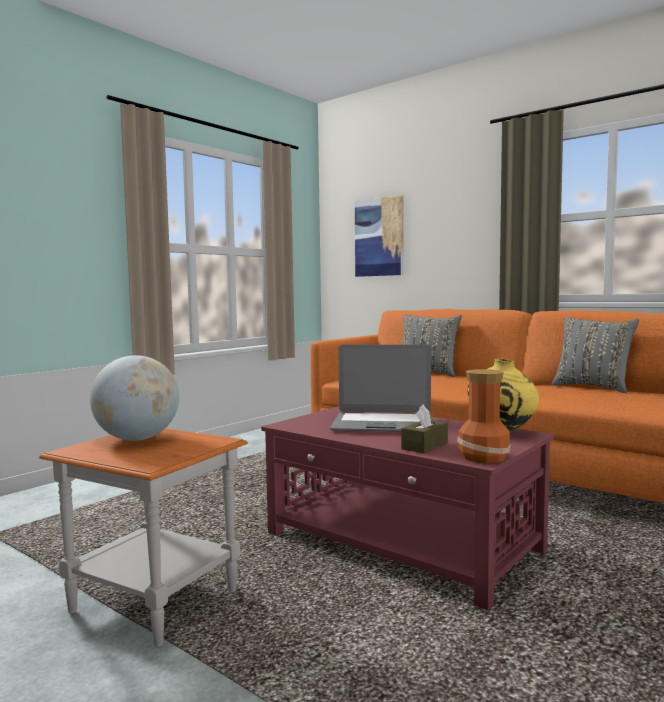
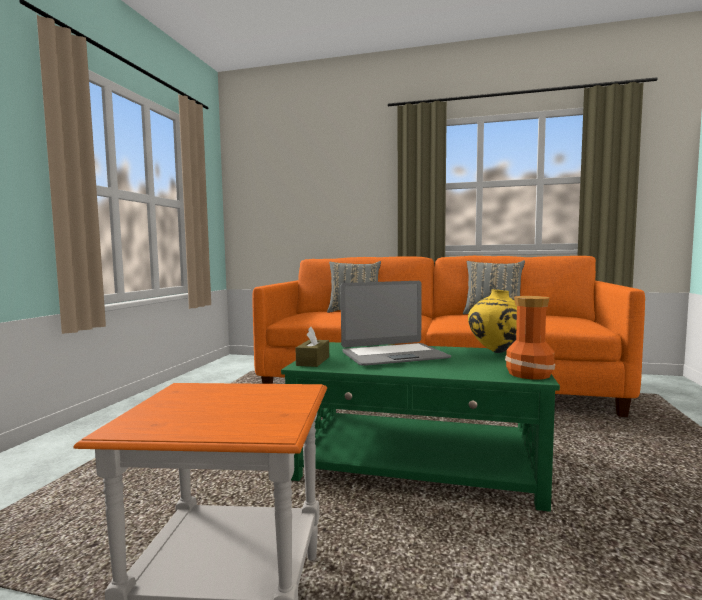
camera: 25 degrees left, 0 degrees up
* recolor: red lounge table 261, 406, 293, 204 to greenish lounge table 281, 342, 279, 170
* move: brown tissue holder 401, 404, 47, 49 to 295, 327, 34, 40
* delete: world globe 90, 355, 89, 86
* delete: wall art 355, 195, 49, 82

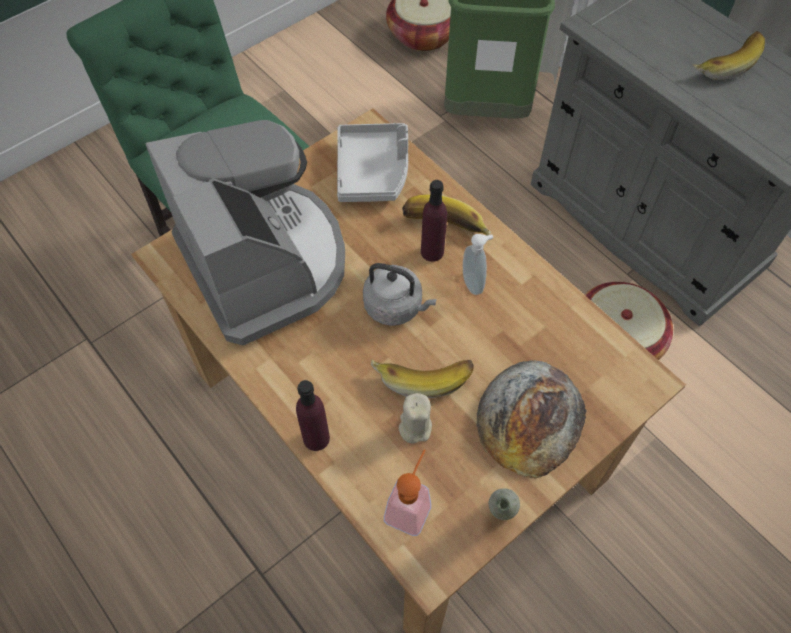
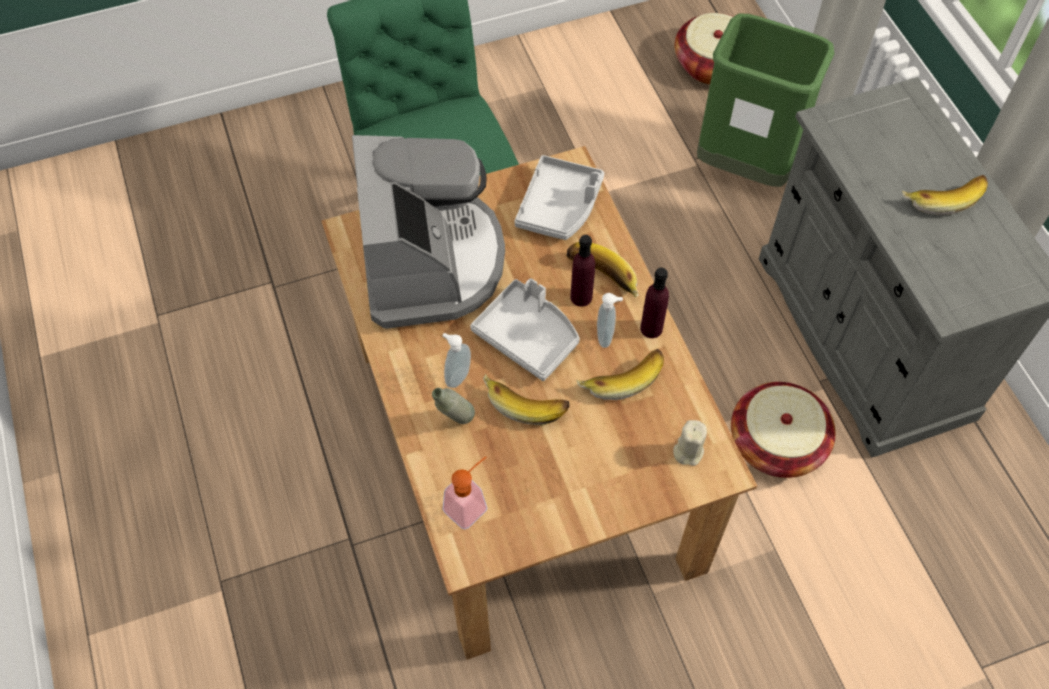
camera: 20 degrees right, 0 degrees up
* move: gray bottle 489, 488, 31, 32 to 432, 388, 43, 36
* insert: soap dispenser 443, 333, 28, 55
* replace: gray tea kettle 363, 263, 73, 63 to gray serving tray 470, 278, 110, 103
* insert: banana fruit 576, 349, 88, 51
* move: purplish bottle 296, 380, 34, 71 to 640, 268, 29, 70
* move: beige candle 399, 393, 33, 50 to 673, 420, 34, 46
* delete: baked bread 477, 360, 110, 119

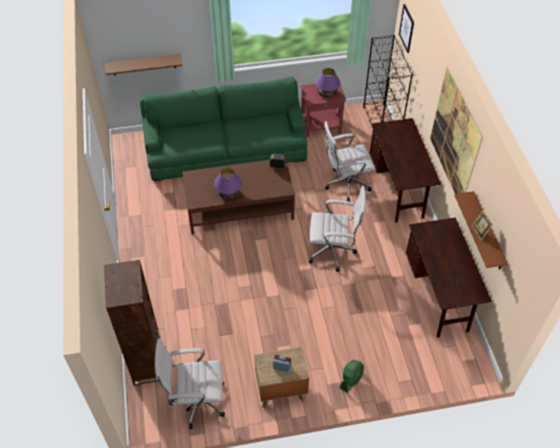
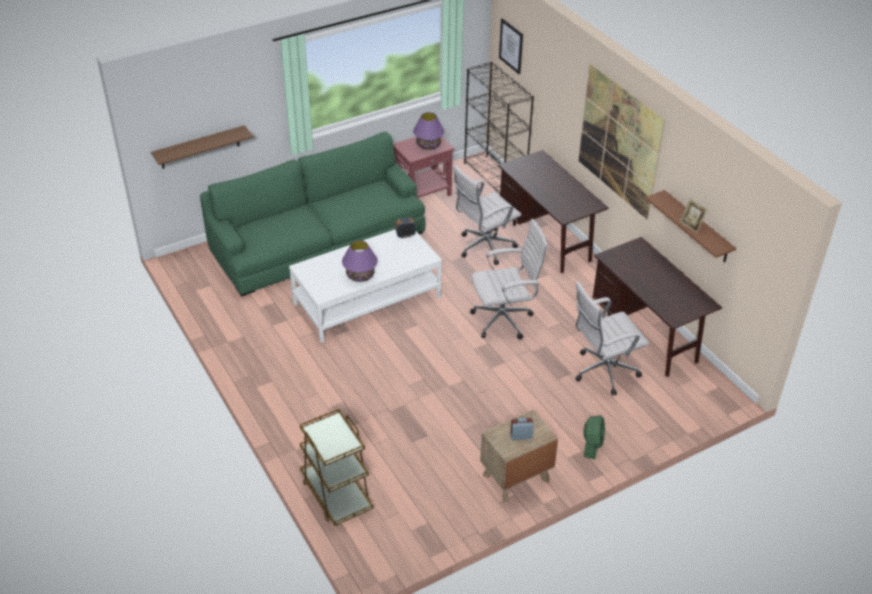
camera: 20 degrees left, 10 degrees down
* recolor: brown lounge table 182, 158, 113, 76 to white-coloured lounge table 289, 229, 153, 114
* replace: brown bookshelf 104, 260, 57, 125 to brown trolley 300, 409, 73, 117
* move: white-coloured computer chair 155, 338, 70, 91 to 575, 281, 74, 115

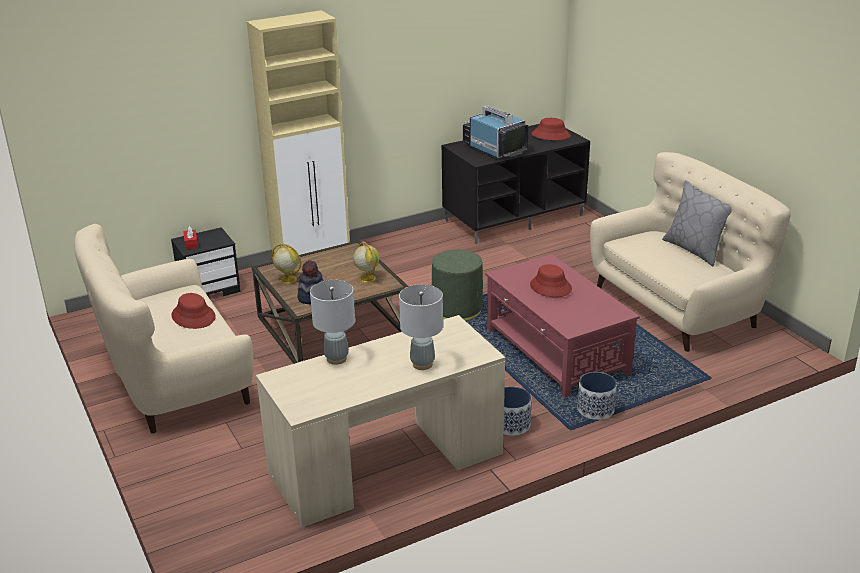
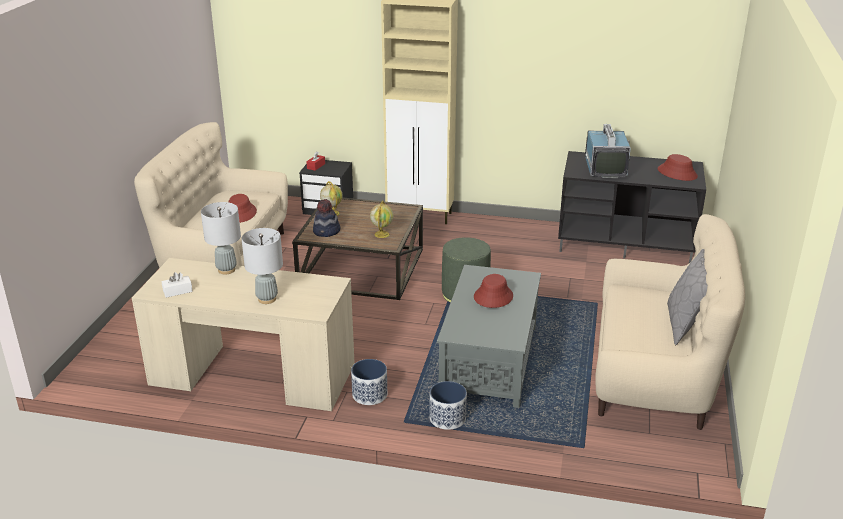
camera: 40 degrees right, 0 degrees up
* insert: white-coloured tissue holder 162, 272, 31, 26
* recolor: red lounge table 485, 254, 155, 143 to gray lounge table 437, 265, 104, 143

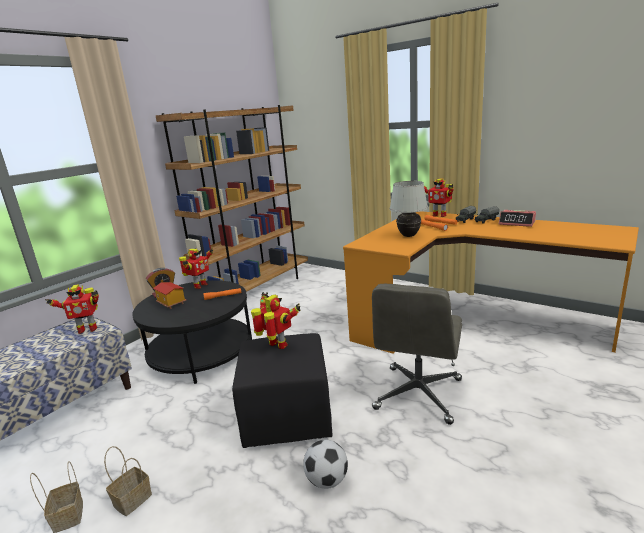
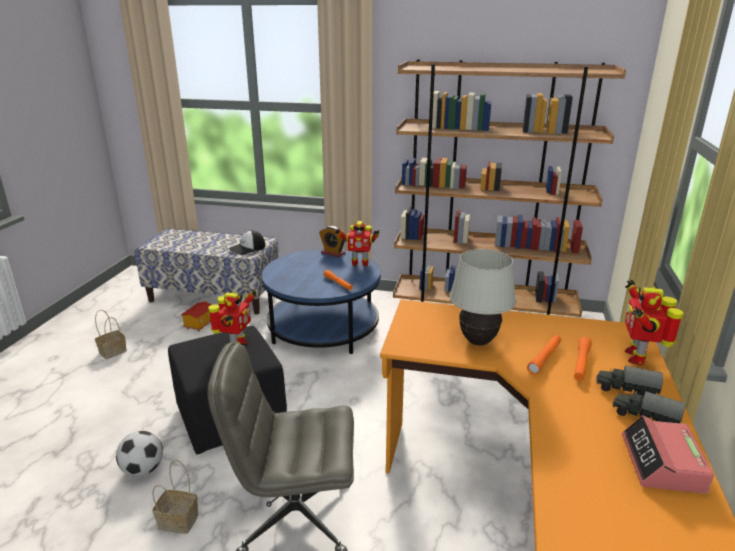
camera: 65 degrees right, 5 degrees up
* move: basket 104, 446, 48, 70 to 152, 460, 47, 74
* move: toy house 153, 282, 33, 27 to 181, 301, 31, 31
* replace: toy robot 45, 285, 54, 49 to peaked cap 229, 230, 36, 25
* recolor: black-coloured lounge table 132, 280, 120, 104 to blue-coloured lounge table 261, 249, 120, 105

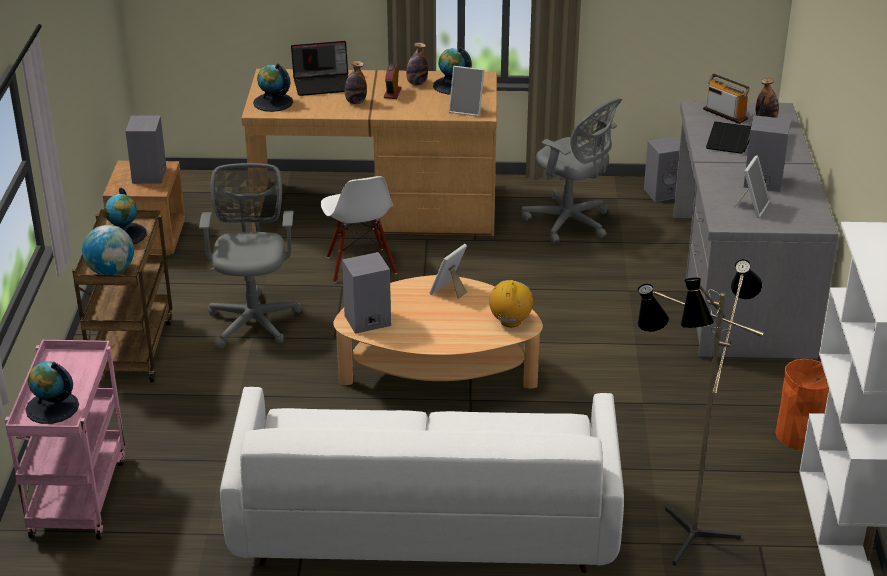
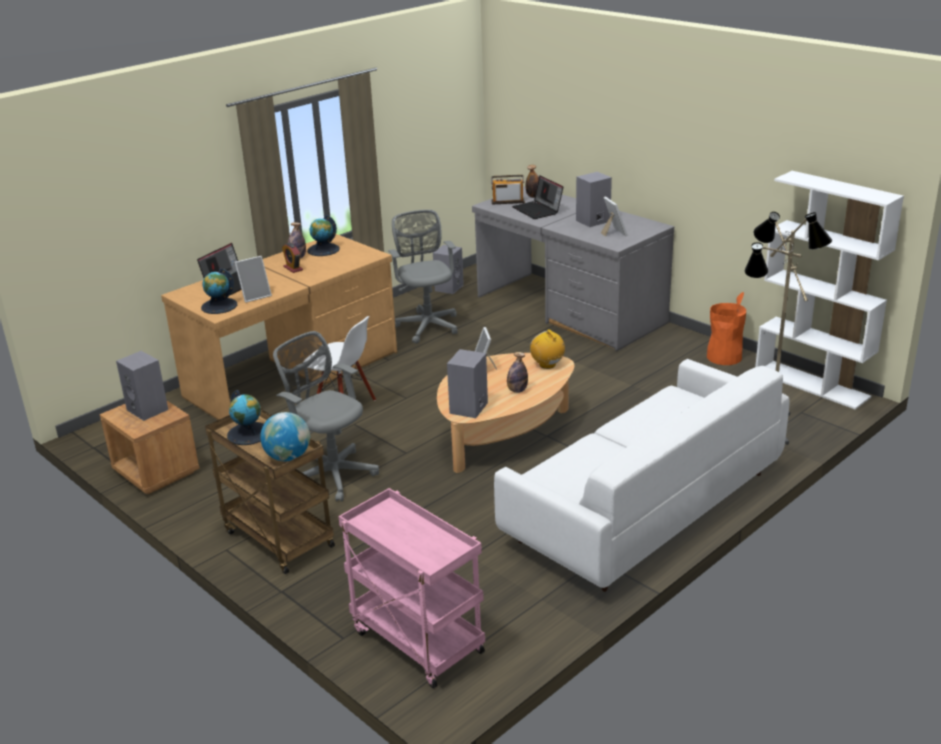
camera: 45 degrees left, 5 degrees down
* move: picture frame 449, 66, 35, 51 to 235, 256, 37, 47
* rotate: gray computer chair 522, 98, 100, 145 = 388, 210, 70, 134 105 degrees counterclockwise
* move: bottle 345, 61, 22, 43 to 507, 352, 21, 41
* delete: world globe 25, 362, 54, 62

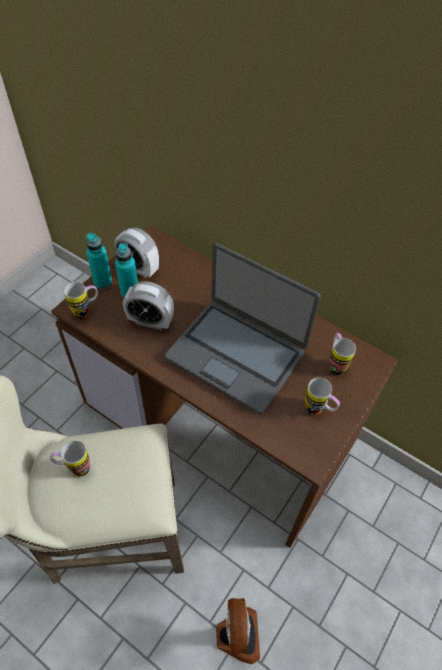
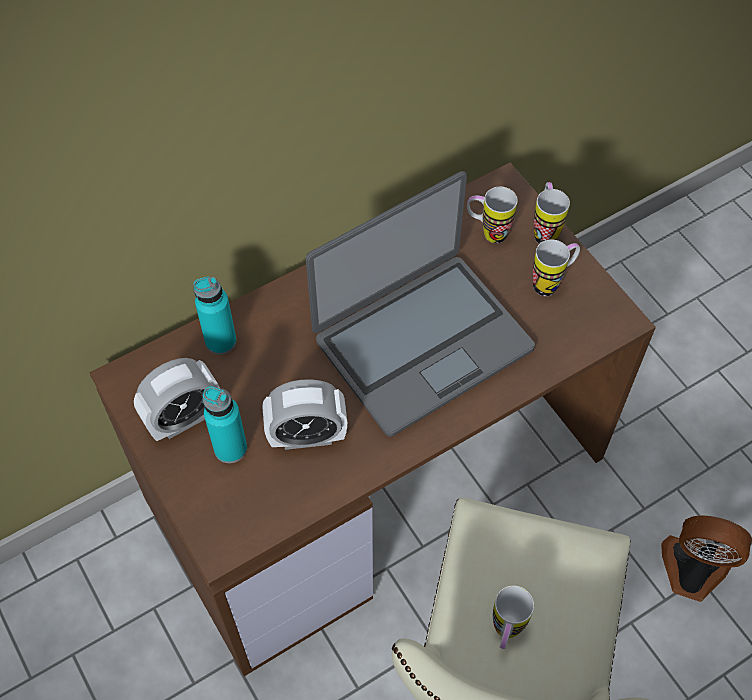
camera: 65 degrees left, 5 degrees up
* move: turquoise bottle 86, 233, 26, 56 to 194, 276, 43, 79
* rotate: table clock 123, 281, 51, 49 = 262, 379, 85, 71 45 degrees clockwise
* move: mug 64, 282, 34, 37 to 534, 182, 36, 62

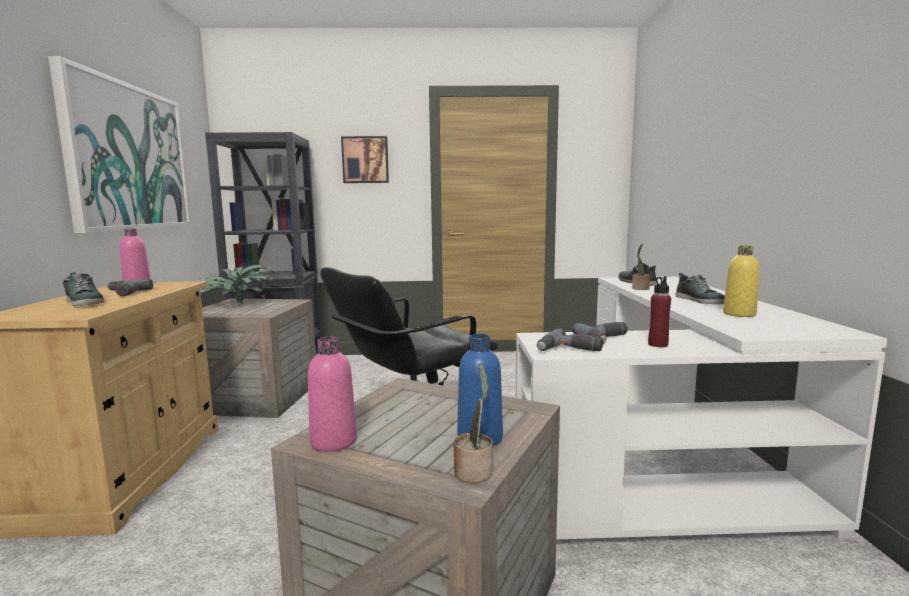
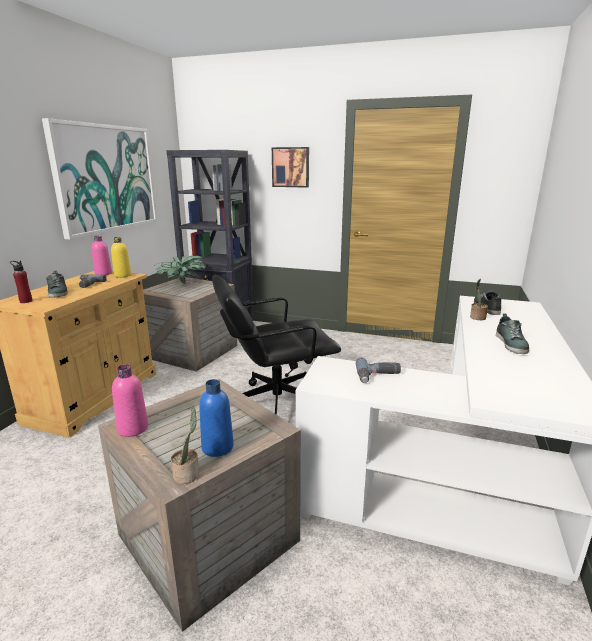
camera: 20 degrees right, 10 degrees up
* move: red bottle 648, 276, 23, 71 to 10, 261, 22, 42
* move: yellowish bottle 723, 245, 36, 72 to 111, 237, 20, 41
* delete: drill 537, 328, 66, 23

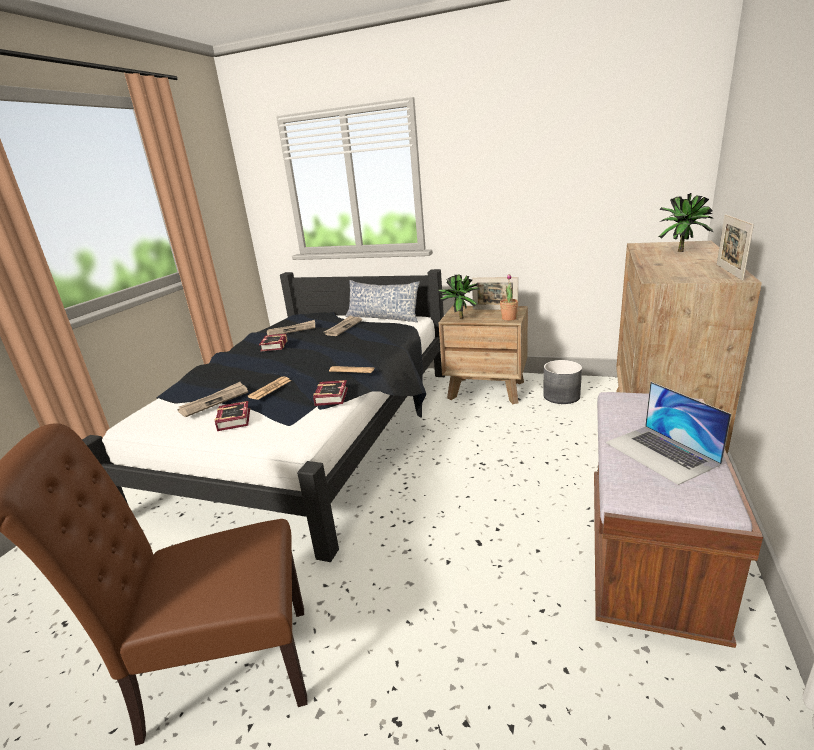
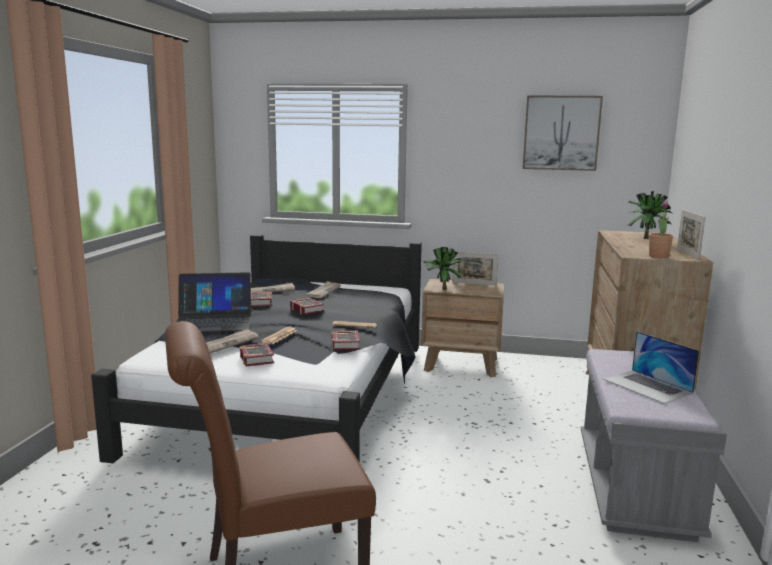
camera: 10 degrees left, 10 degrees down
* insert: notebook computer 177, 272, 74, 60
* insert: book 290, 298, 34, 17
* insert: wall art 523, 95, 80, 76
* recolor: brown long seat 594, 392, 169, 256 to gray long seat 581, 349, 146, 193
* move: houseplant 500, 274, 18, 47 to 649, 201, 24, 57
* delete: throw pillow 345, 280, 75, 42
* delete: gray plant pot 543, 360, 39, 44

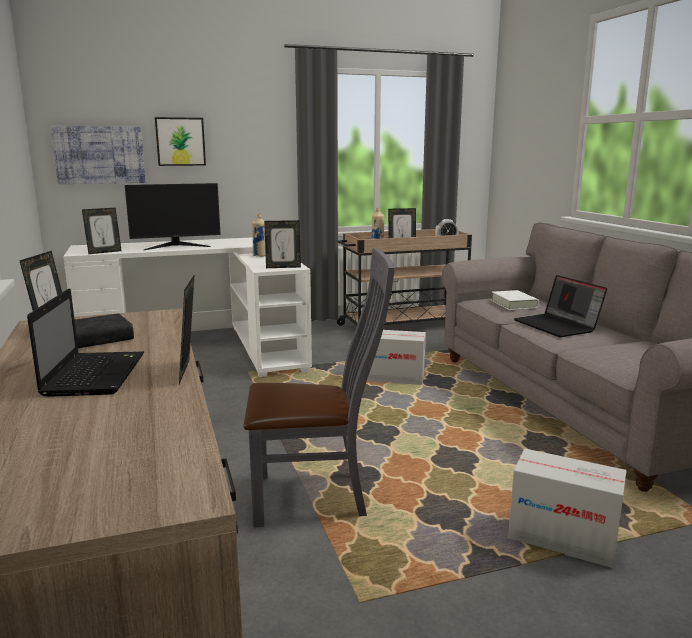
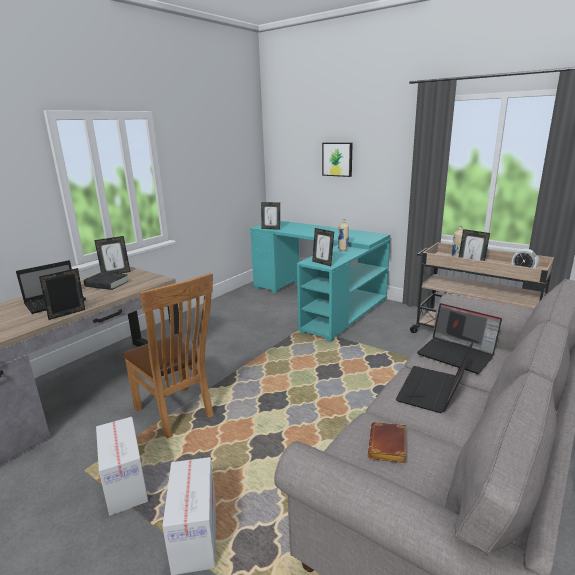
camera: 55 degrees right, 5 degrees up
* move: carton 367, 330, 59, 55 to 96, 417, 52, 99
* recolor: gray plain chair 244, 248, 151, 280 to brown plain chair 122, 273, 92, 166
* recolor: white-coloured desk unit 63, 237, 249, 140 to turquoise desk unit 250, 221, 140, 121
* insert: brown book 368, 422, 38, 41
* replace: white-coloured book 491, 290, 48, 20 to notebook computer 417, 303, 85, 71
* delete: wall art 51, 126, 95, 58
* delete: computer screen 125, 183, 96, 67

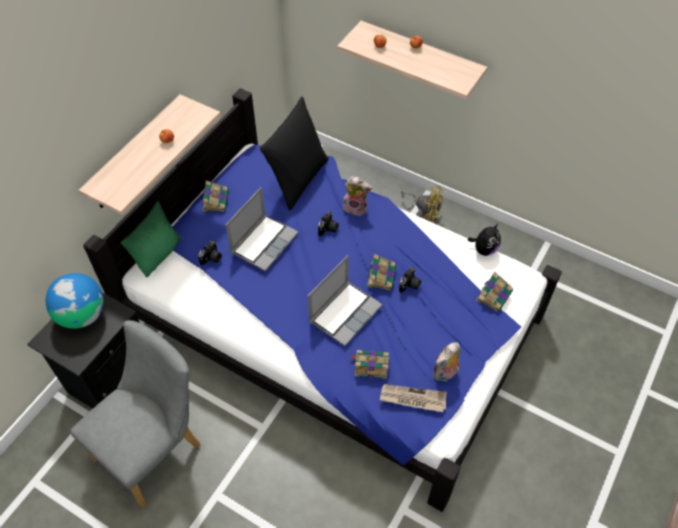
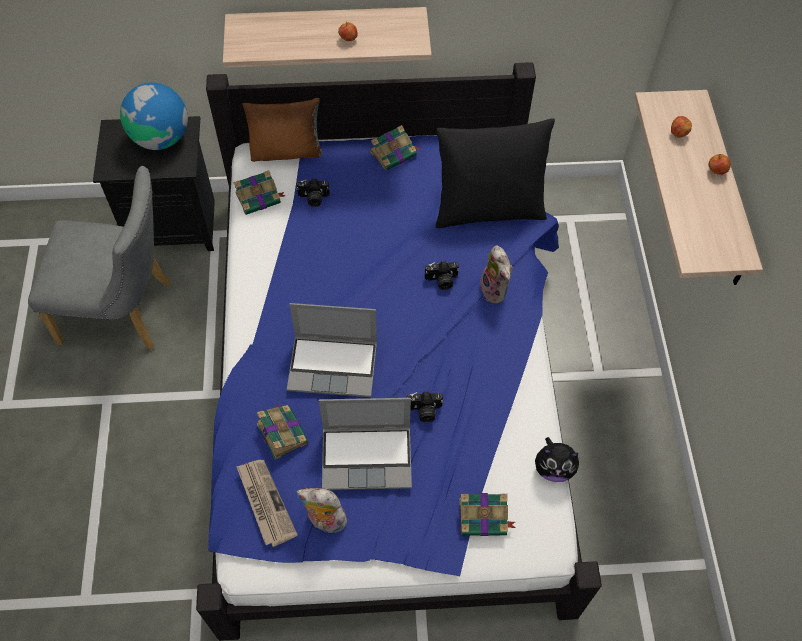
camera: 55 degrees right, 5 degrees up
* move: book 367, 254, 29, 36 to 233, 170, 53, 45
* recolor: greenish throw pillow 121, 201, 60, 76 to brown throw pillow 242, 98, 81, 64
* move: notebook computer 226, 187, 72, 84 to 319, 398, 93, 92
* delete: yellowish fan 401, 185, 42, 38

